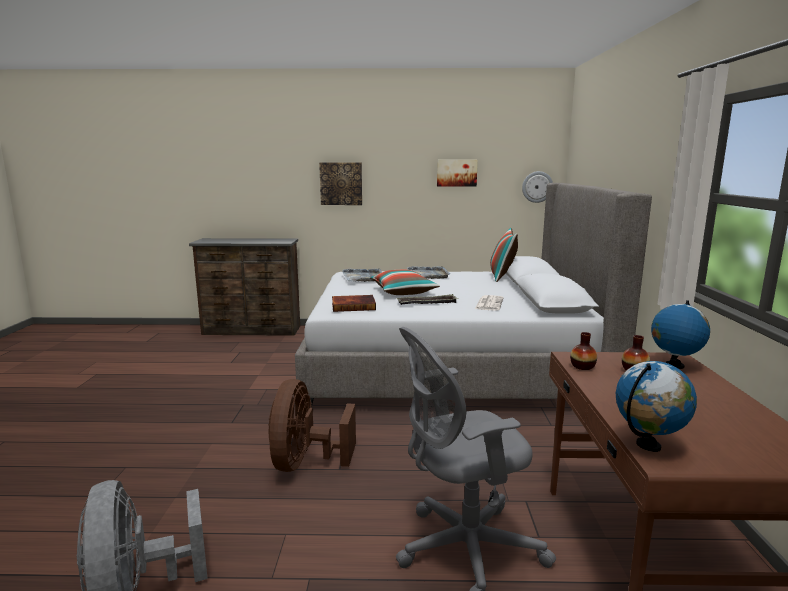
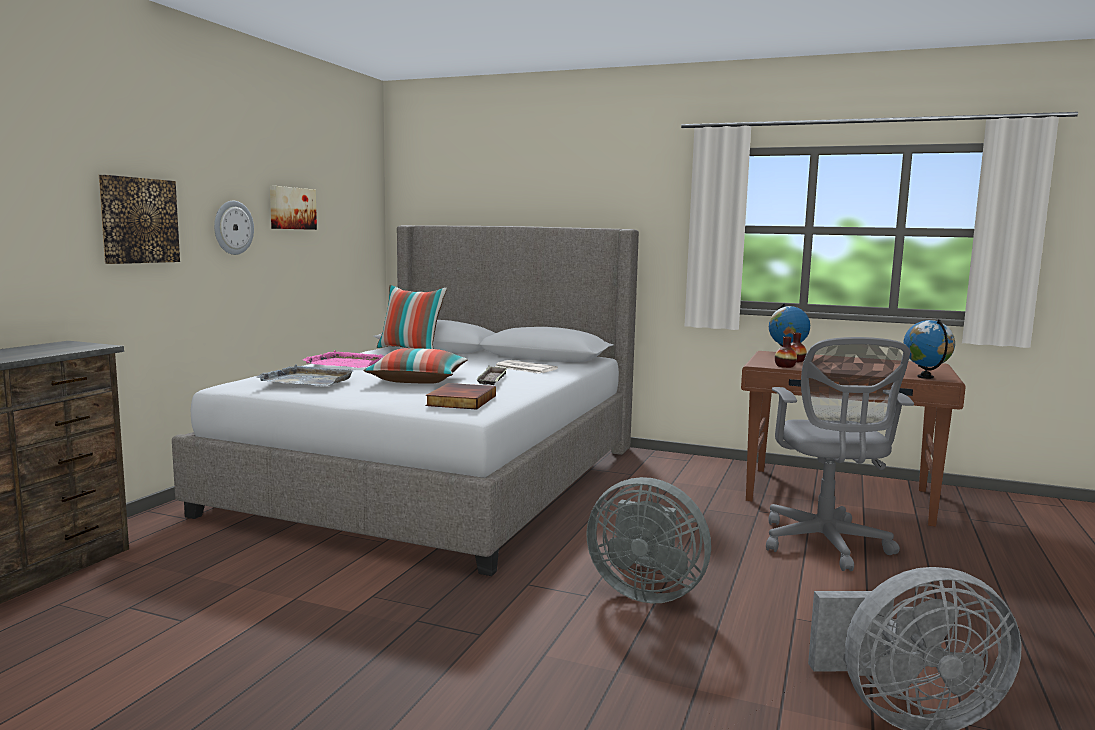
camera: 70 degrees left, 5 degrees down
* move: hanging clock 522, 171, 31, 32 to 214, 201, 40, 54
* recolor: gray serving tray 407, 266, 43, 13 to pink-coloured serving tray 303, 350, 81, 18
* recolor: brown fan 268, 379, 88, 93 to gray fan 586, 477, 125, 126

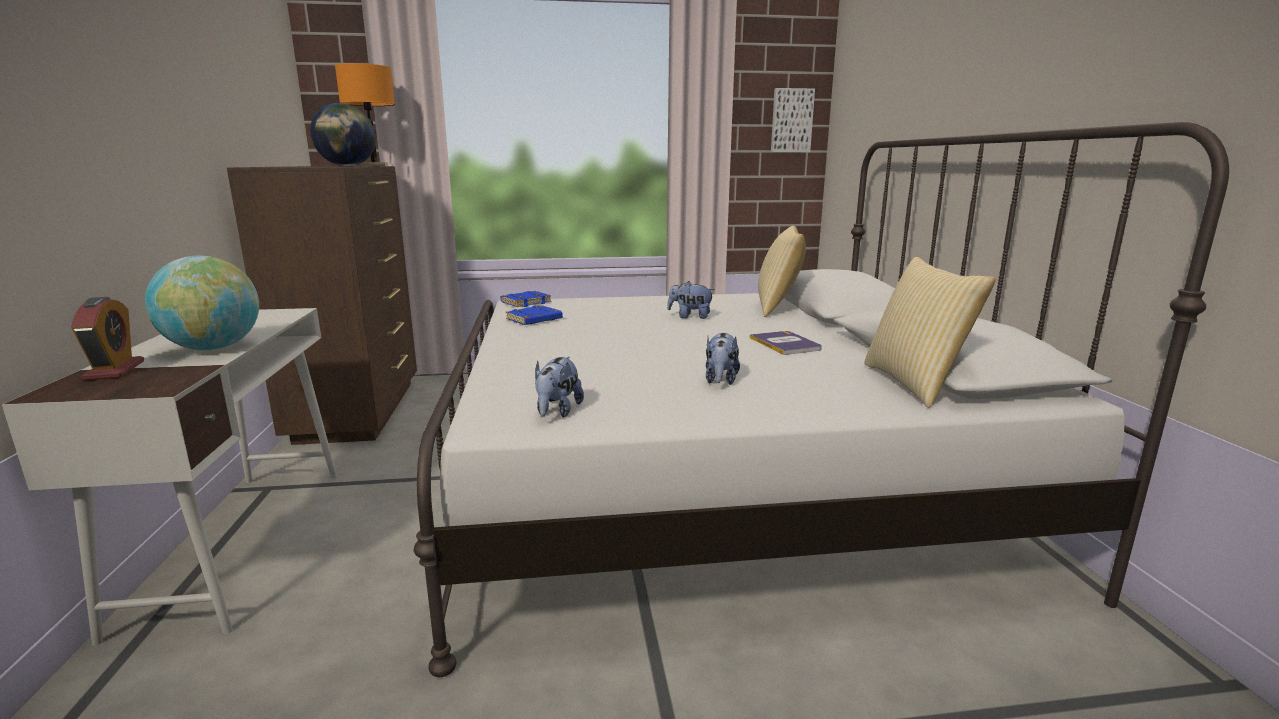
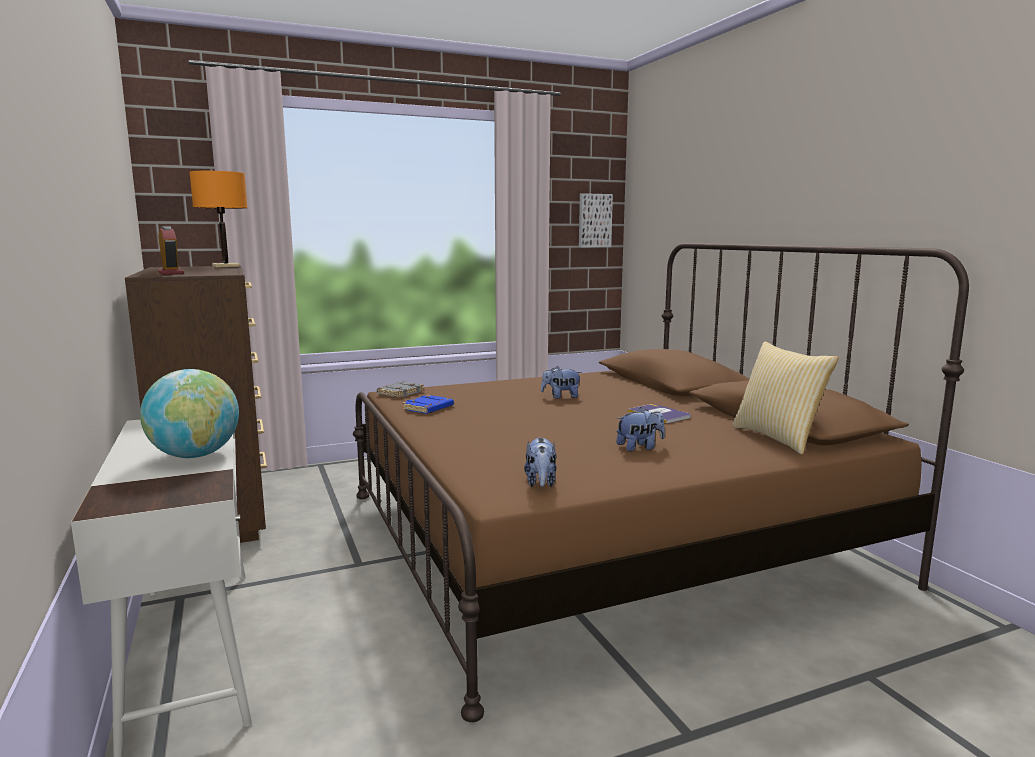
camera: 15 degrees left, 5 degrees down
* move: table clock 71, 297, 73, 84 to 158, 226, 26, 49
* recolor: white-coloured bed 414, 122, 815, 555 to brown bed 353, 243, 616, 479
* recolor: blue-coloured book 501, 291, 50, 16 to gray book 377, 381, 47, 17
* rotate: cuddly toy 706, 333, 34, 52 = 616, 407, 49, 45 105 degrees counterclockwise
* delete: world globe 310, 103, 66, 63
* delete: throw pillow 758, 226, 48, 91

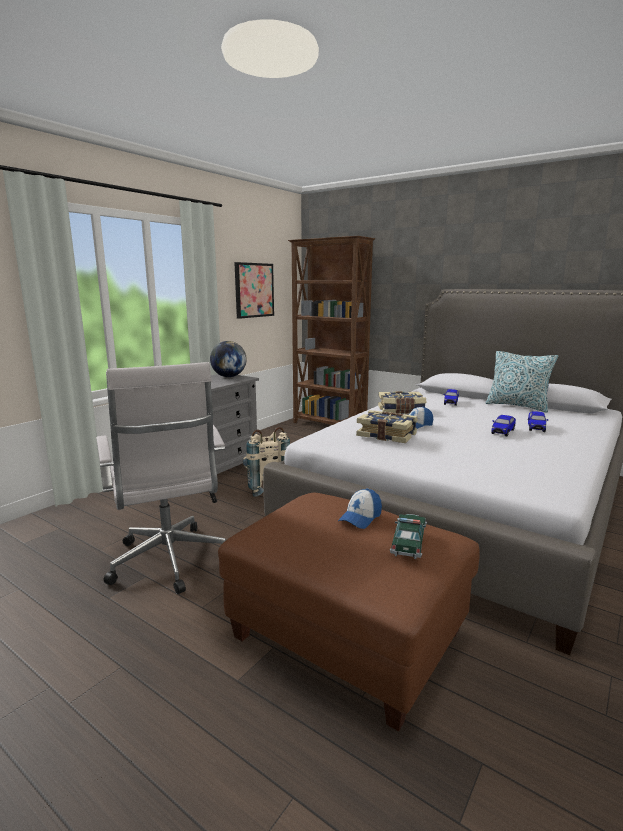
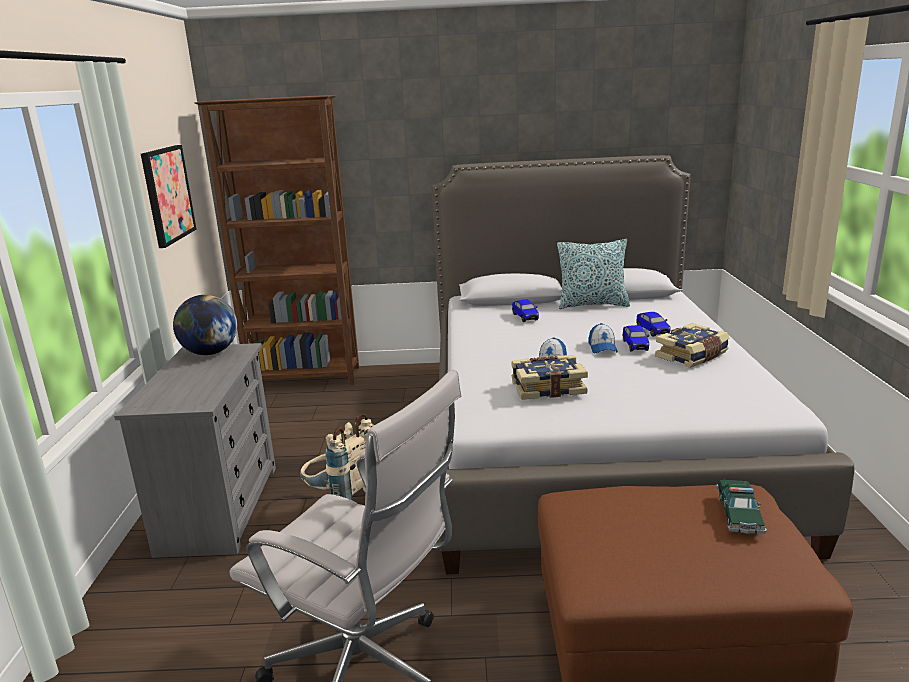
camera: 35 degrees left, 5 degrees up
* move: peaked cap 338, 488, 44, 41 to 588, 323, 30, 30
* move: book 378, 391, 49, 23 to 655, 323, 74, 45
* rotate: model car 390, 514, 37, 45 = 716, 480, 51, 54 150 degrees counterclockwise

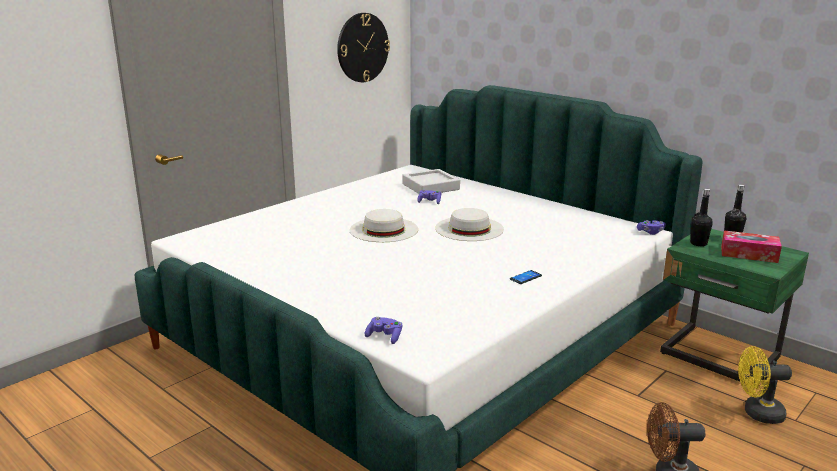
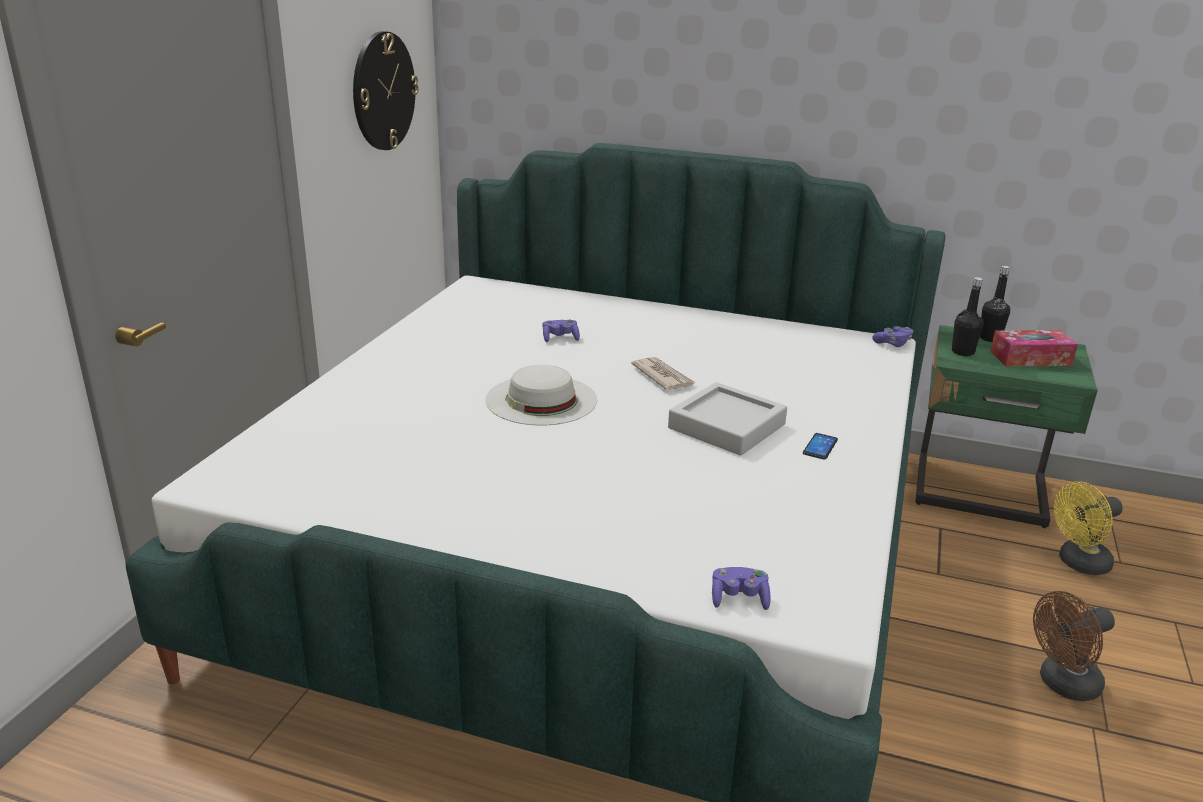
camera: 25 degrees left, 5 degrees up
* replace: white-coloured clothing hat 435, 208, 69, 33 to newspaper 631, 357, 65, 33
* move: gray serving tray 402, 169, 58, 25 to 668, 382, 119, 73

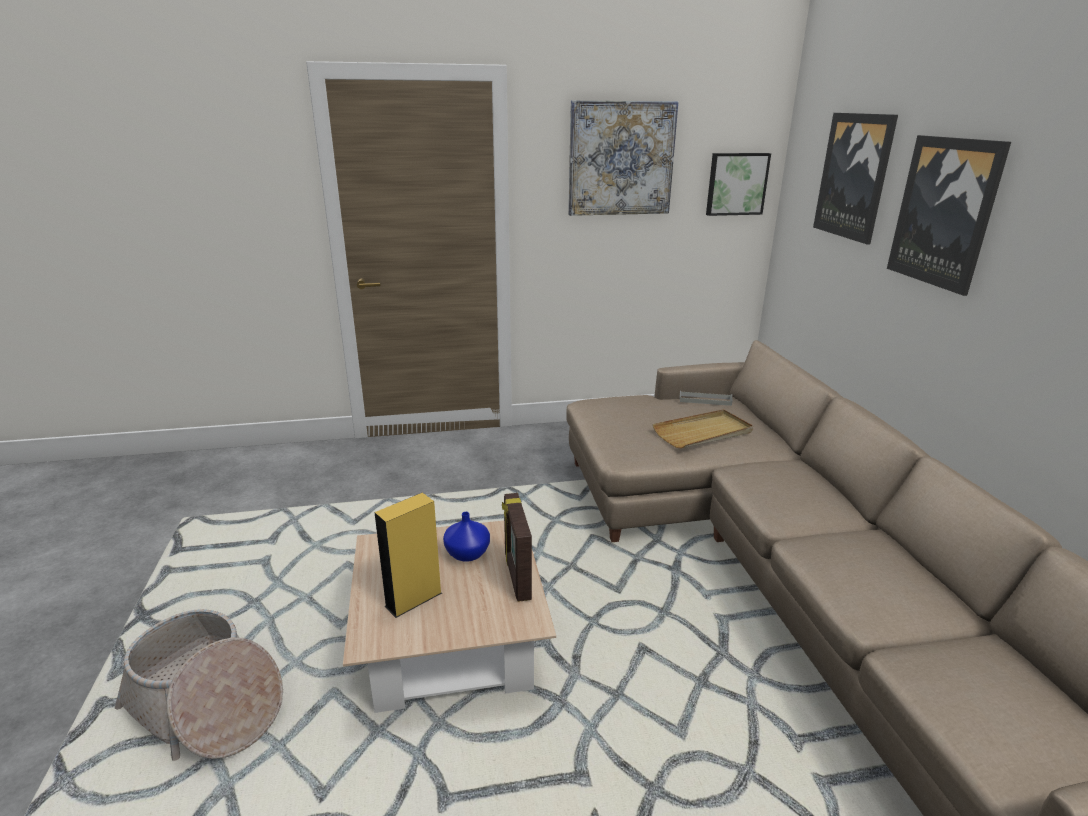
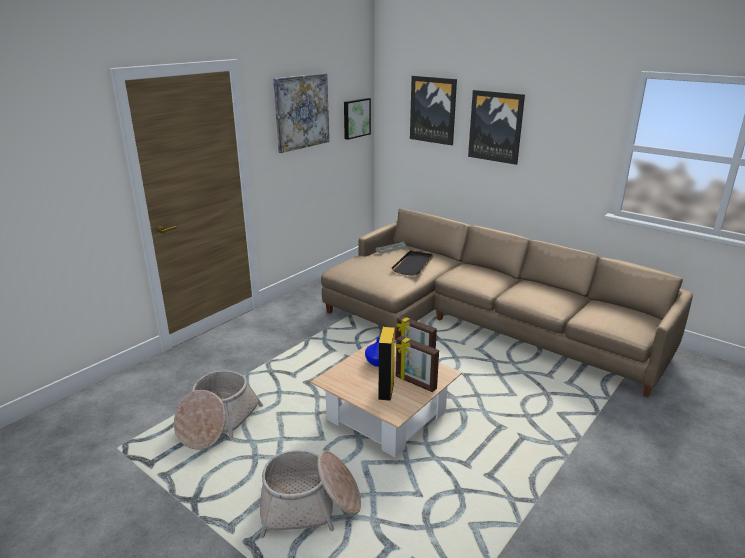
camera: 40 degrees left, 0 degrees up
* insert: basket 174, 370, 89, 80
* recolor: beige serving tray 653, 409, 100, 39 to black-coloured serving tray 392, 250, 41, 26
* insert: picture frame 396, 336, 43, 56

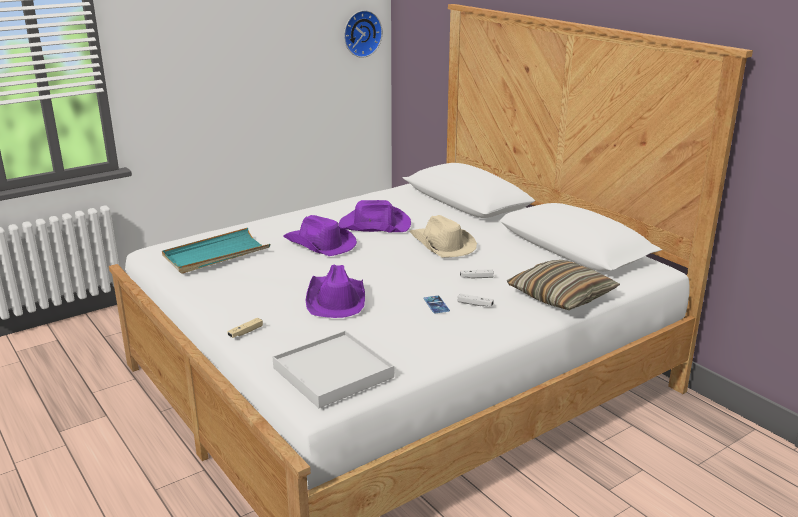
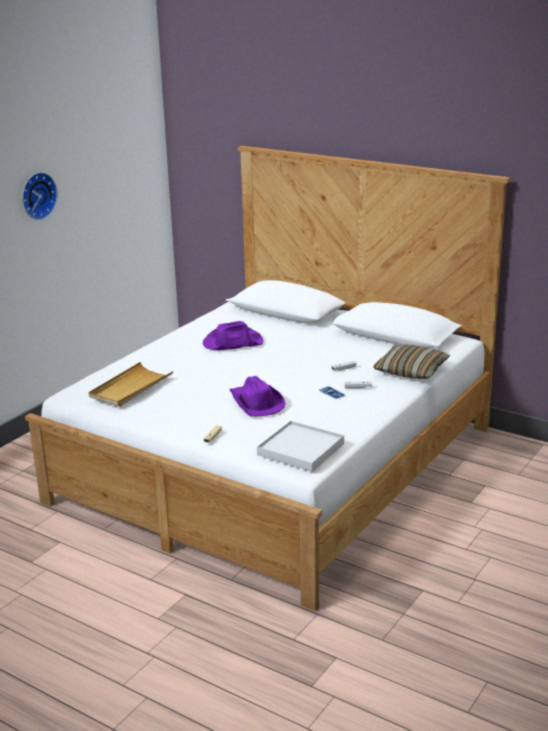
camera: 20 degrees left, 0 degrees up
* move: hanging clock 344, 10, 39, 48 to 22, 172, 36, 48
* recolor: turquoise serving tray 162, 228, 108, 46 to beige serving tray 89, 362, 84, 45
* delete: purplish clothing hat 283, 215, 74, 41
* delete: beige clothing hat 409, 215, 68, 42

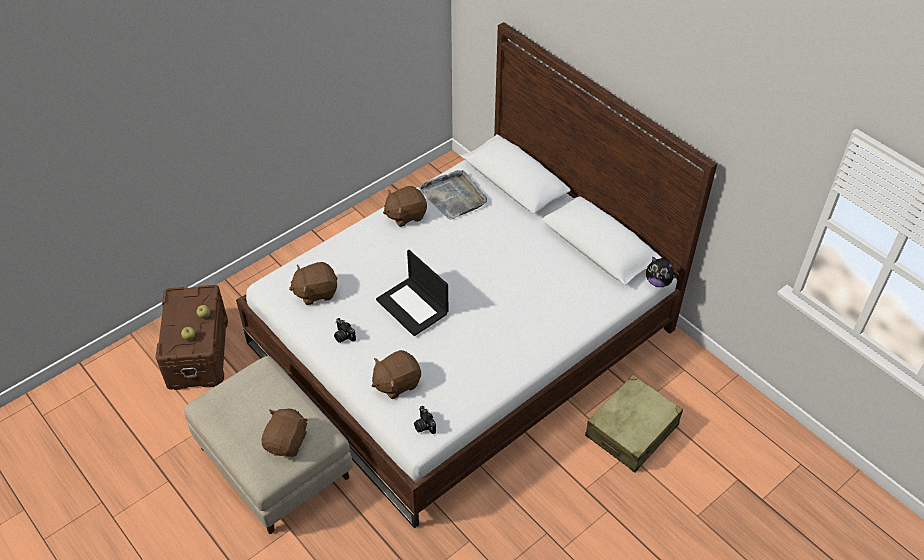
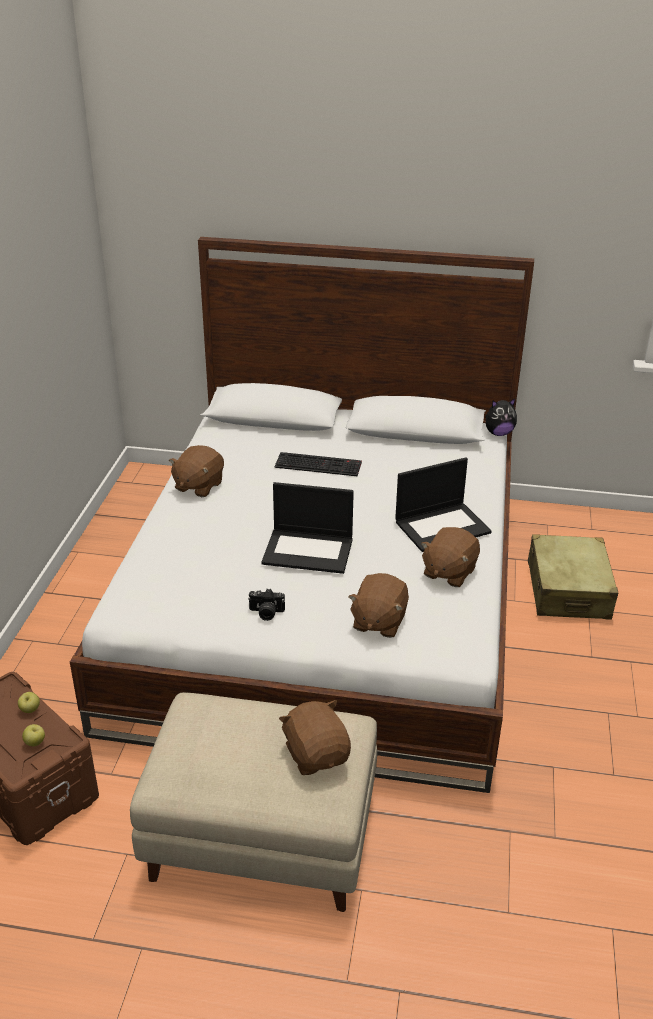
camera: 40 degrees left, 15 degrees down
* insert: PC keyboard 275, 452, 87, 24
* insert: notebook computer 395, 457, 97, 95
* move: brown cuddly toy 289, 262, 49, 43 to 421, 527, 59, 60
* delete: photo camera 414, 406, 22, 28
* delete: gray serving tray 418, 170, 69, 50

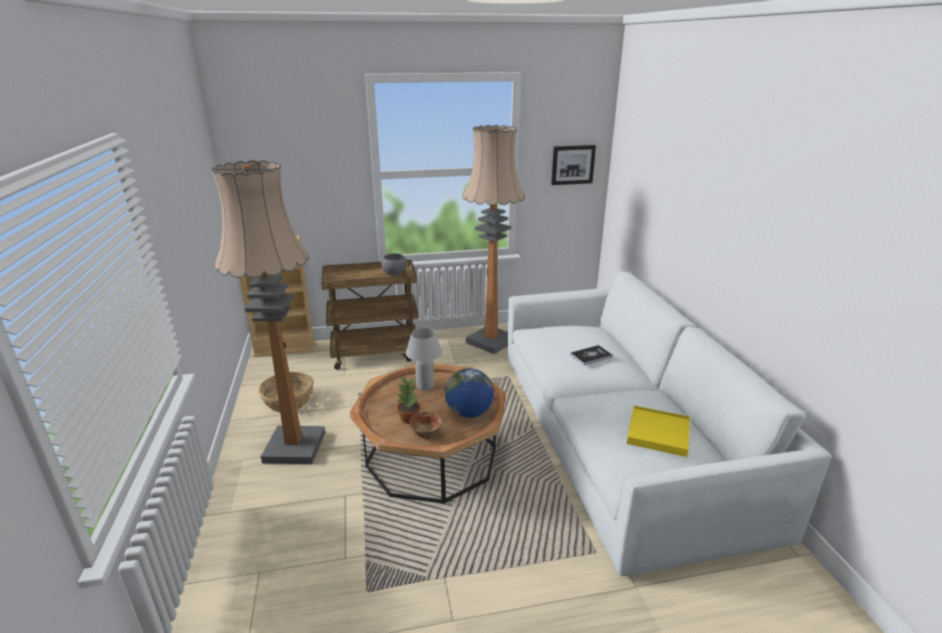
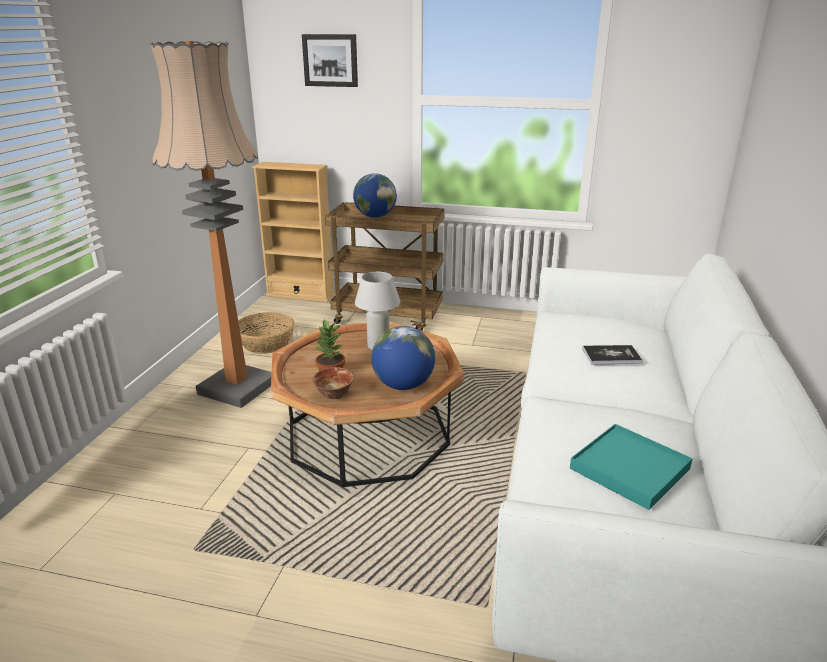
camera: 25 degrees right, 0 degrees up
* move: wall art 551, 145, 45, 40 to 302, 34, 56, 53
* insert: world globe 353, 173, 44, 45
* recolor: yellowish serving tray 627, 406, 63, 51 to turquoise serving tray 570, 424, 123, 86
* delete: gray bowl 381, 253, 26, 22
* delete: standing lamp 462, 125, 63, 229

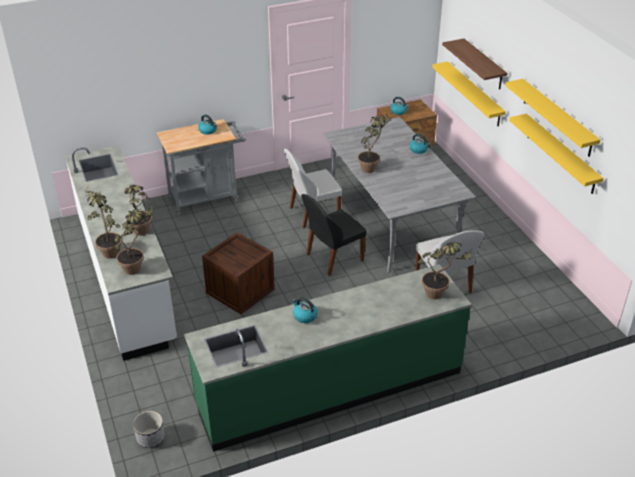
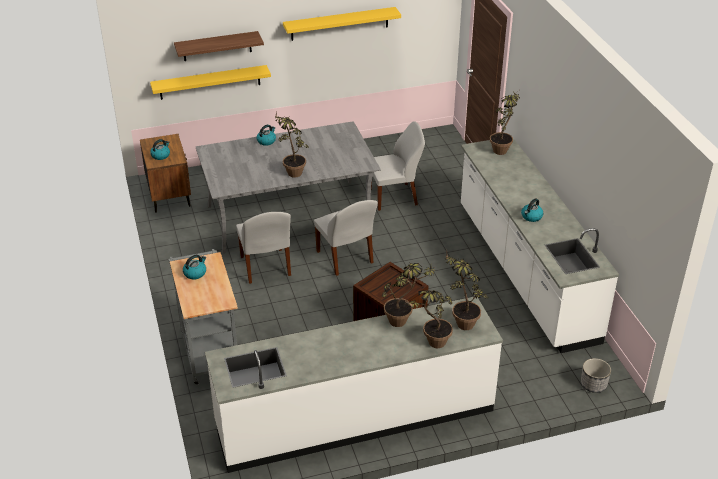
camera: 85 degrees left, 0 degrees up
* recolor: black-coloured plain chair 301, 194, 65, 82 to white-coloured plain chair 314, 200, 64, 76
* recolor: greenish kitchen base unit 184, 264, 288, 188 to white-coloured kitchen base unit 461, 138, 158, 215
* delete: yellowish bracket shelf 509, 113, 95, 81

